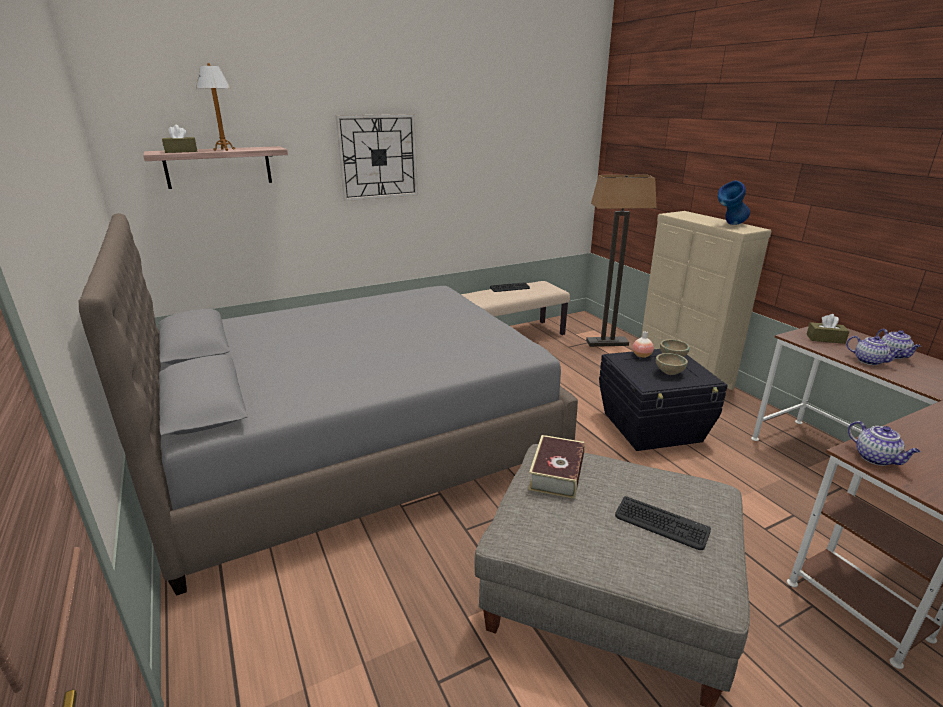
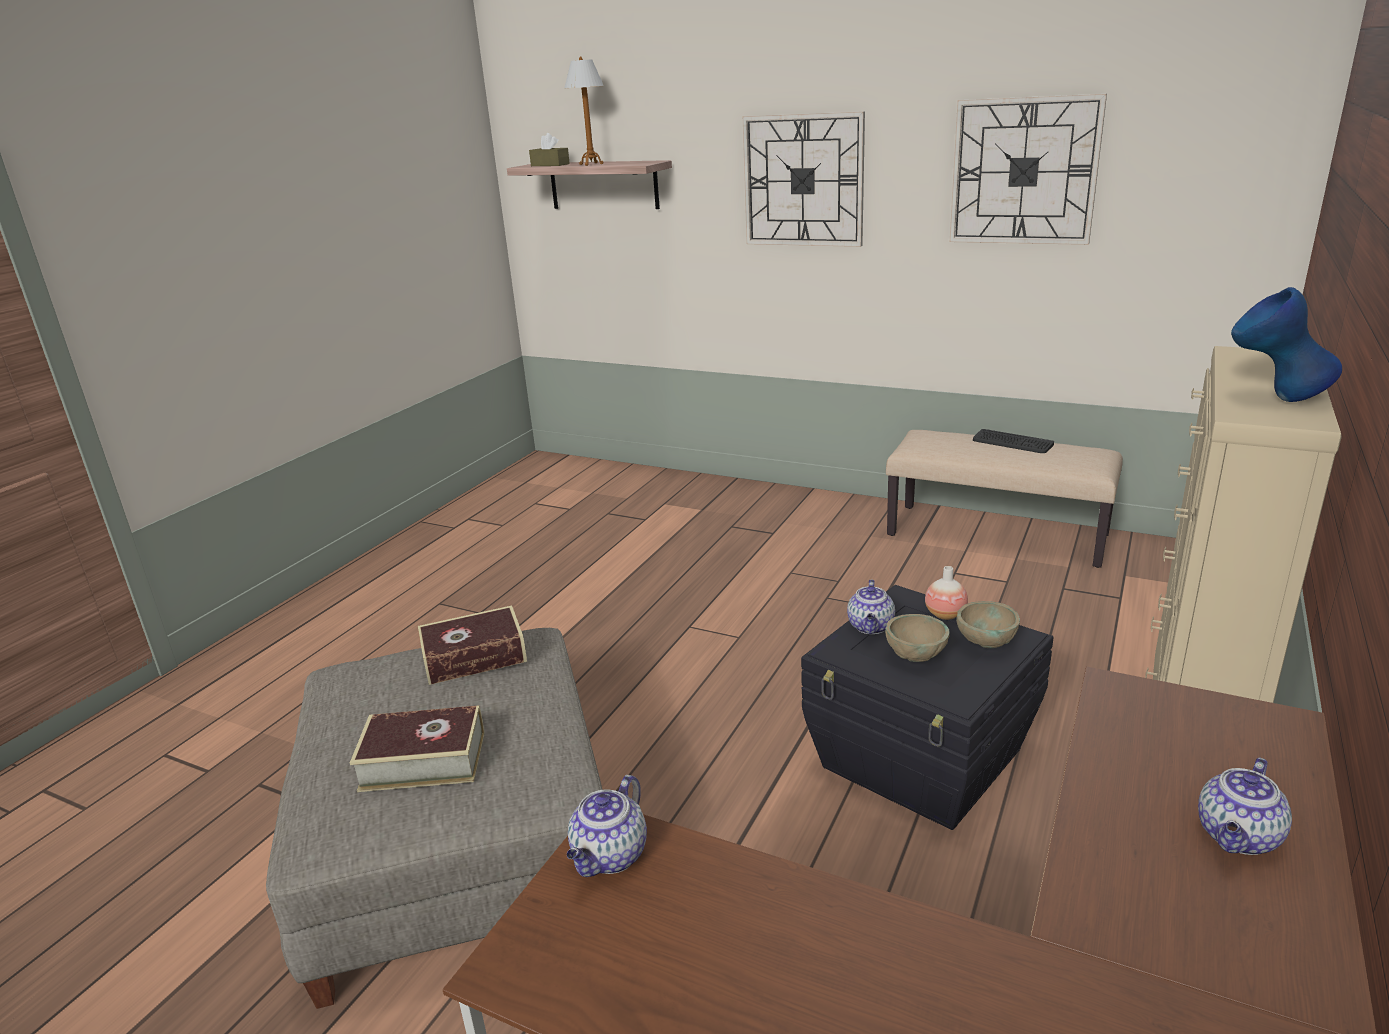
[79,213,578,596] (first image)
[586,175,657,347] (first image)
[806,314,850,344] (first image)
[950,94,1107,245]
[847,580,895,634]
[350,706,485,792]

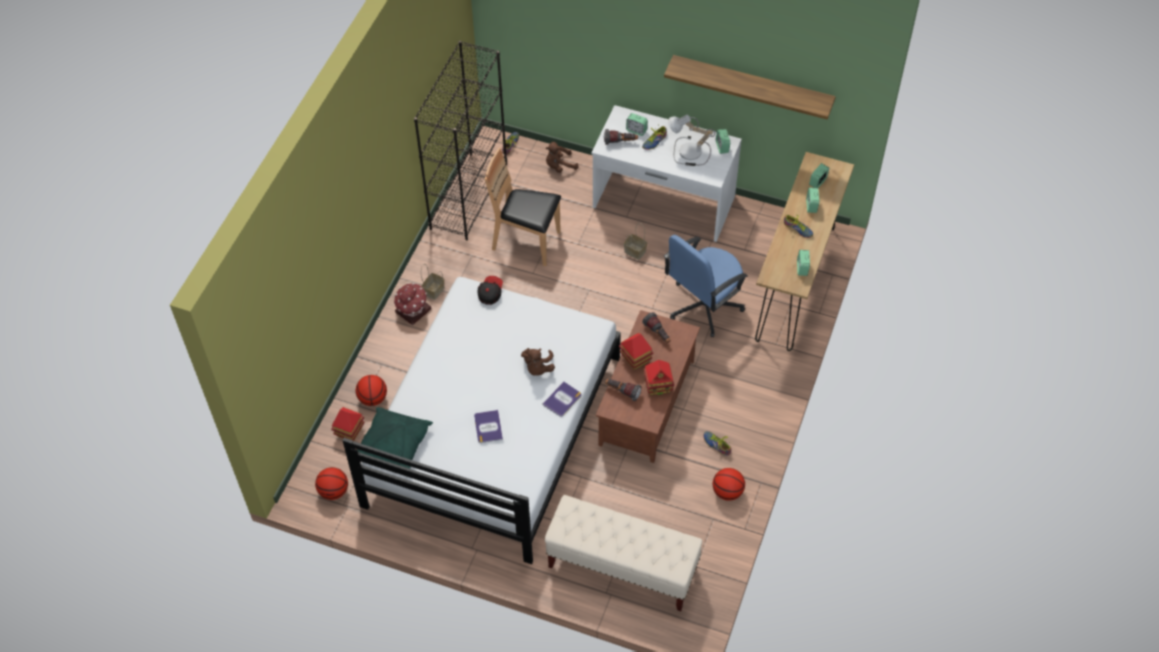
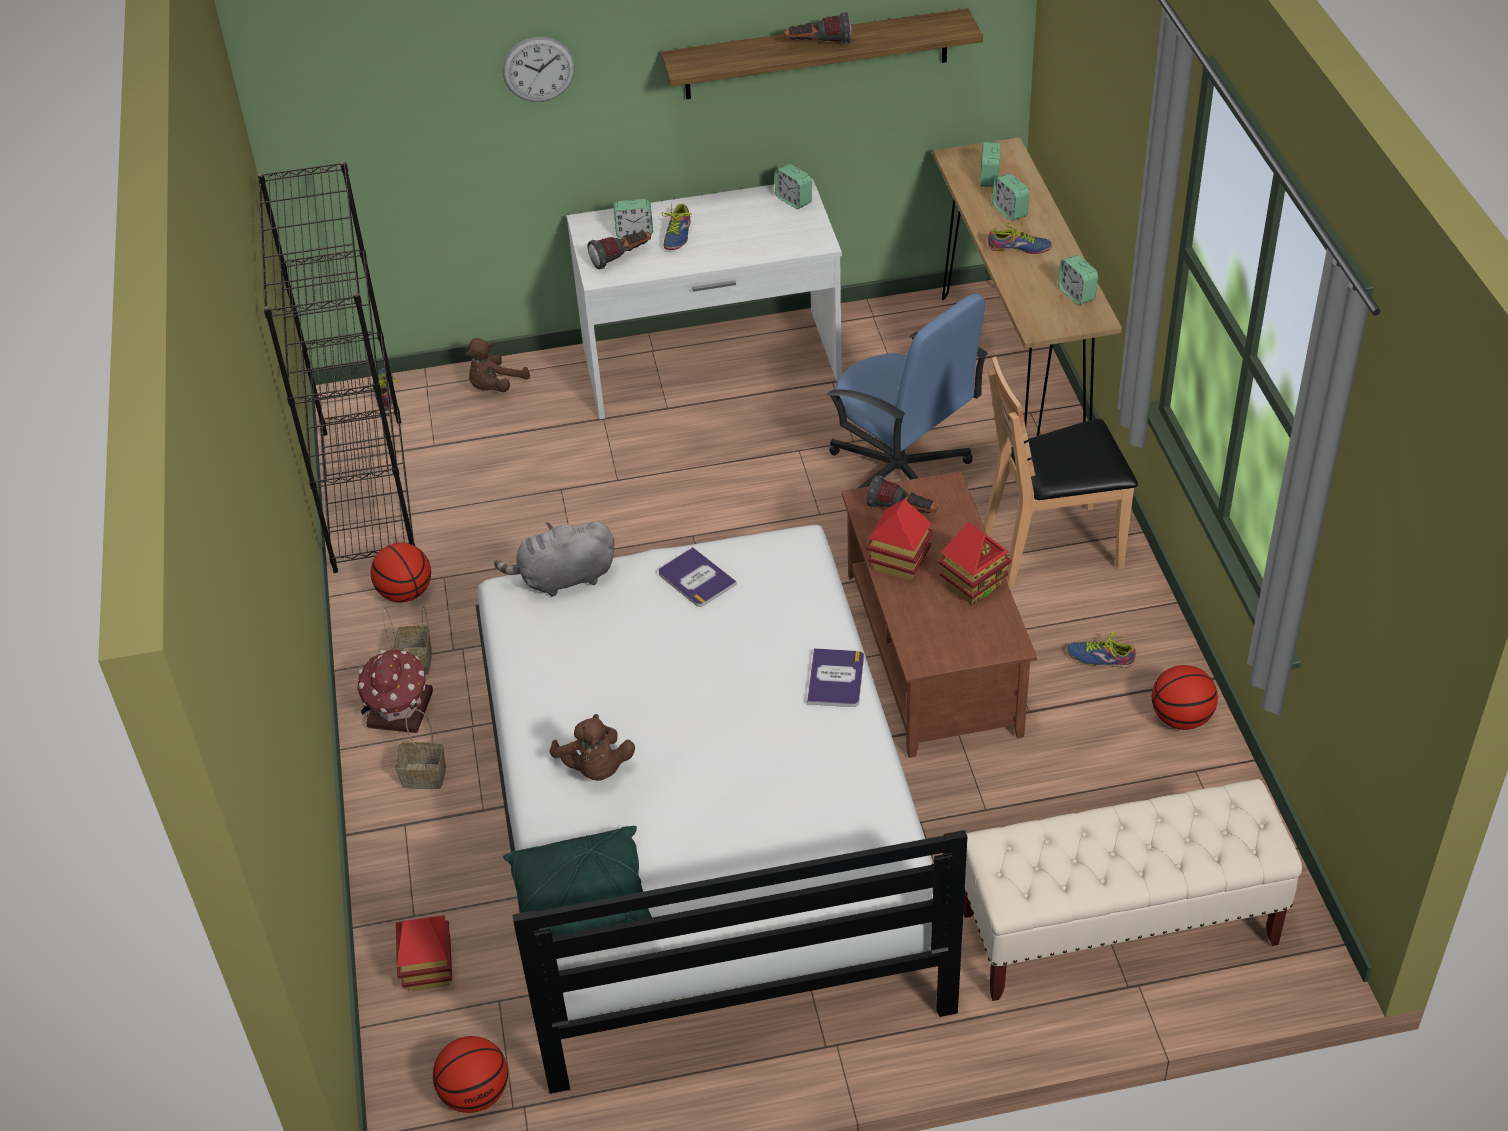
[668,115,715,166] (first image)
[503,37,575,102]
[371,543,431,602]
[659,547,737,607]
[983,356,1138,587]
[550,714,635,781]
[784,13,852,44]
[395,709,446,789]
[494,521,615,597]
[827,293,988,488]

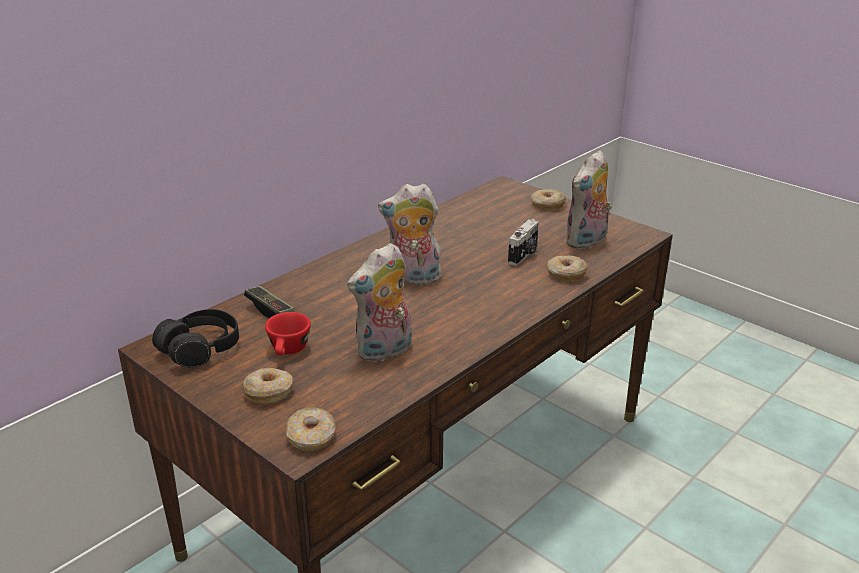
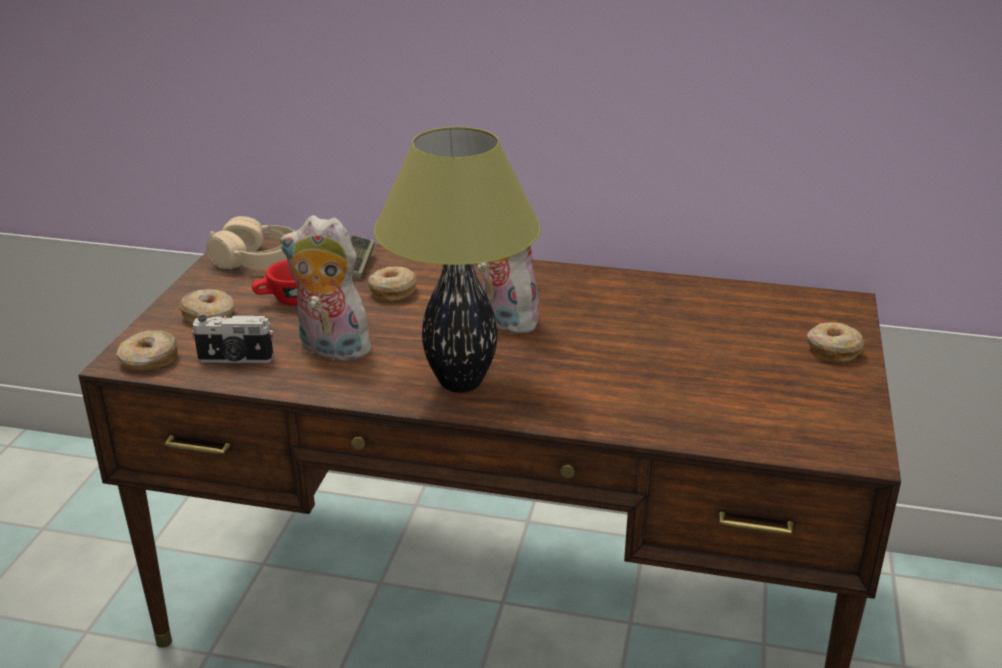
[565,150,612,250] (first image)
[374,127,541,393]
[192,315,274,363]
[368,267,416,301]
[207,216,295,270]

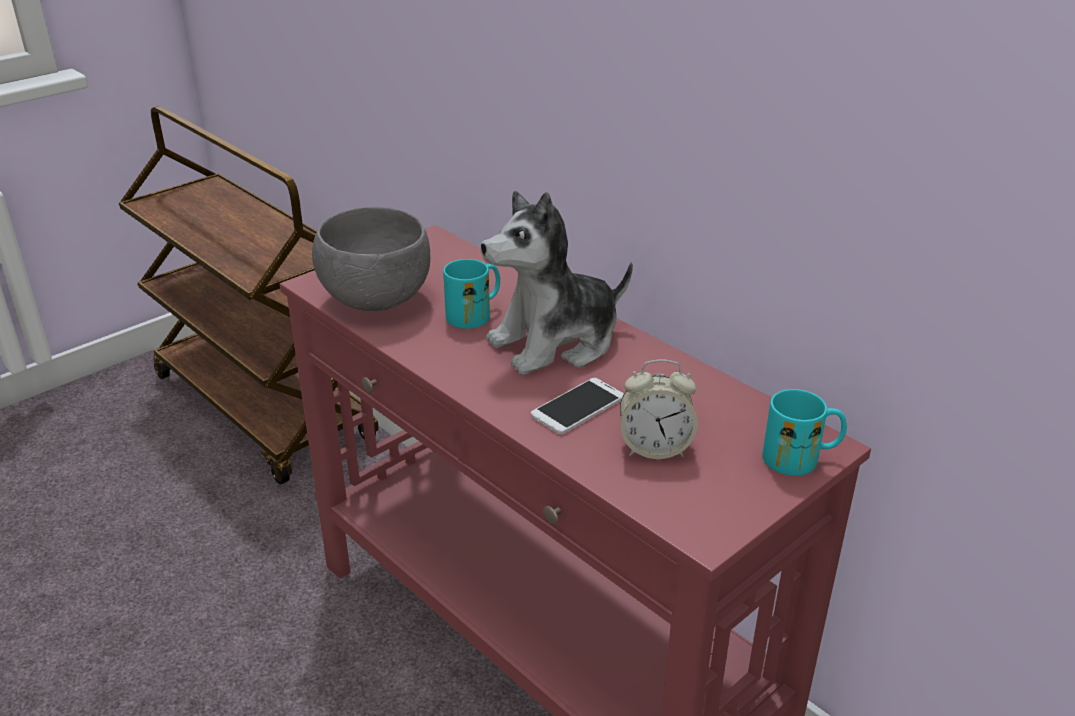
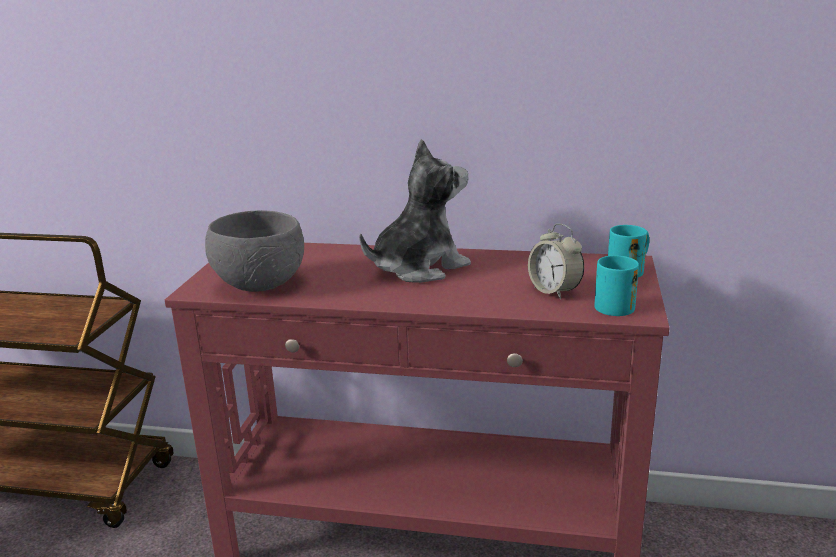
[531,378,624,434] (first image)
[594,255,639,316]
[359,139,471,283]
[528,223,584,299]

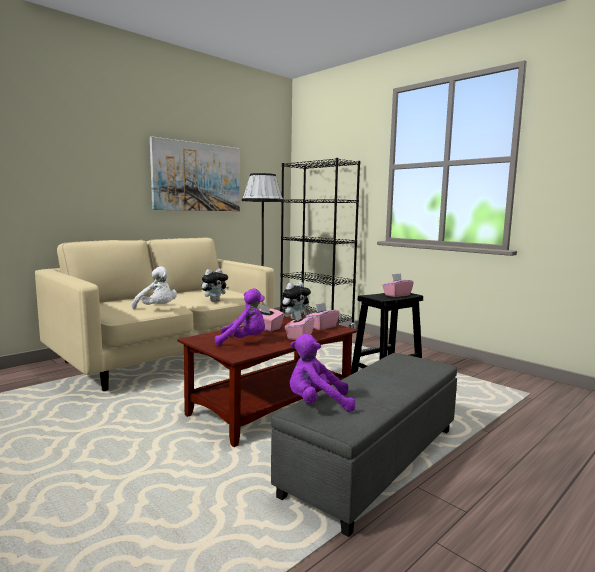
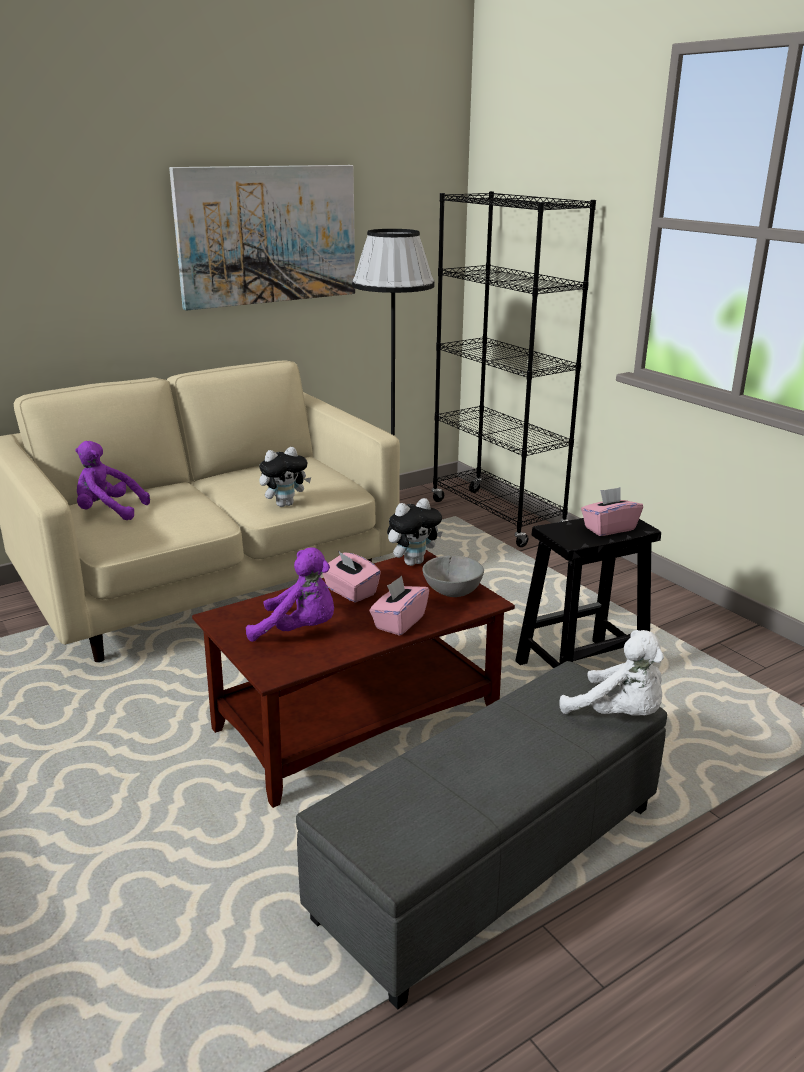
[559,630,664,716]
[75,441,150,520]
[423,555,484,597]

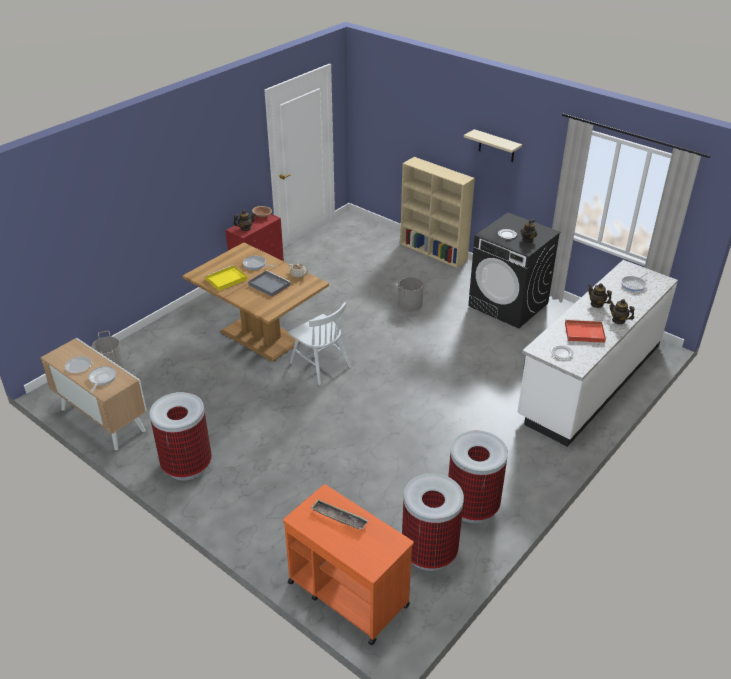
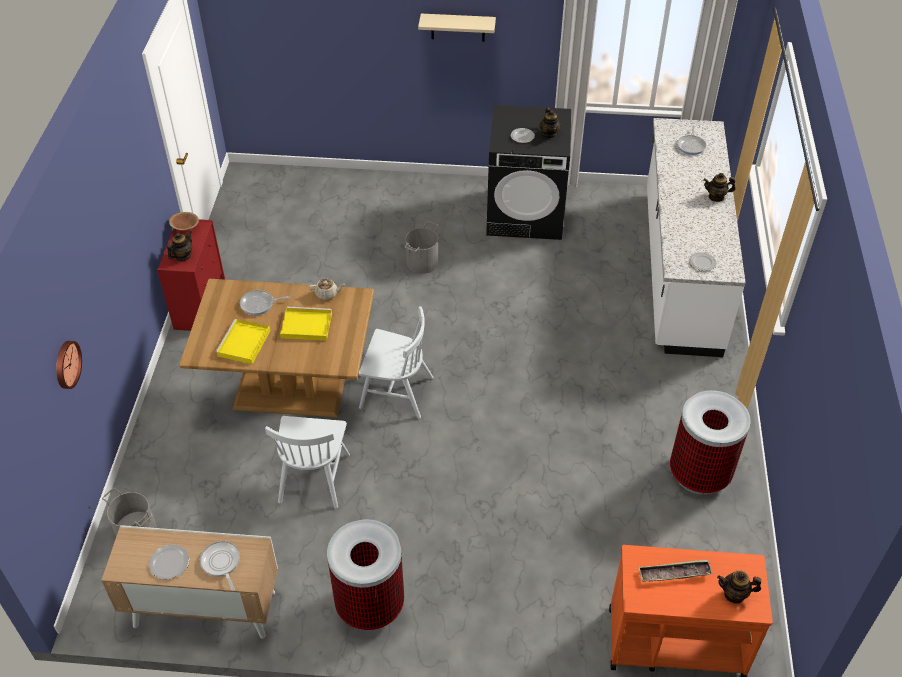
[400,157,475,268] (first image)
[402,473,464,571] (first image)
[565,319,606,343] (first image)
[56,341,82,389]
[265,416,350,509]
[717,570,761,604]
[280,307,332,340]

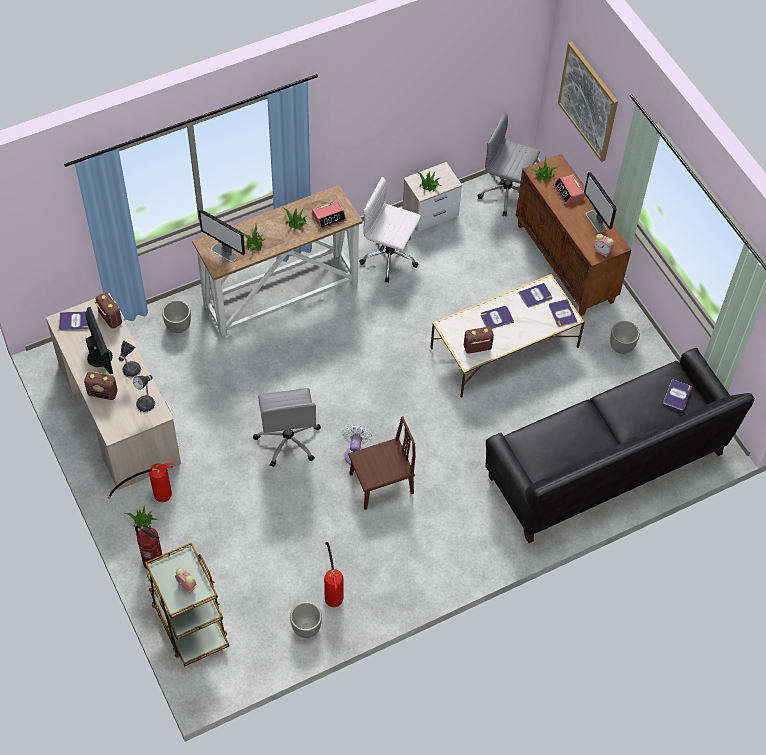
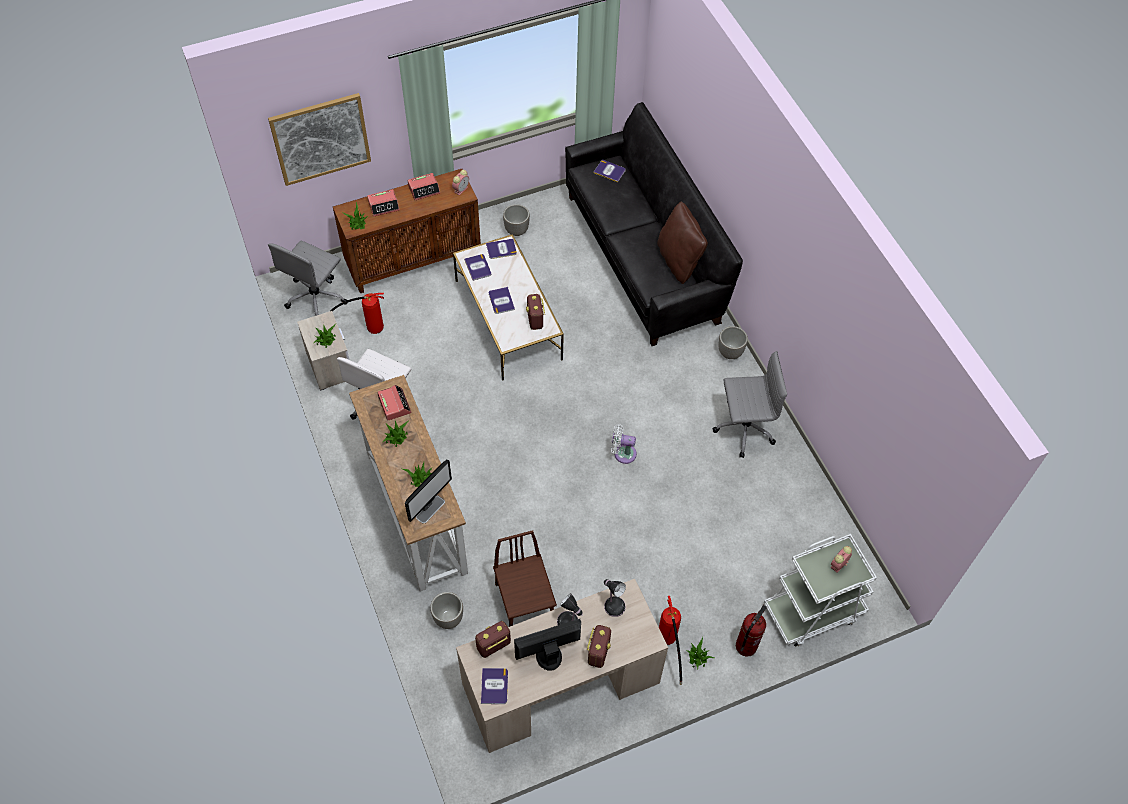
[657,201,708,284]
[713,351,787,458]
[719,326,748,359]
[330,293,384,334]
[493,530,557,627]
[408,173,440,200]
[764,534,877,647]

